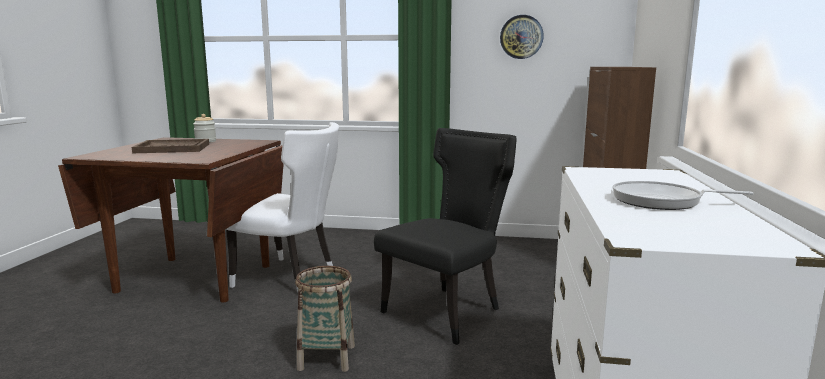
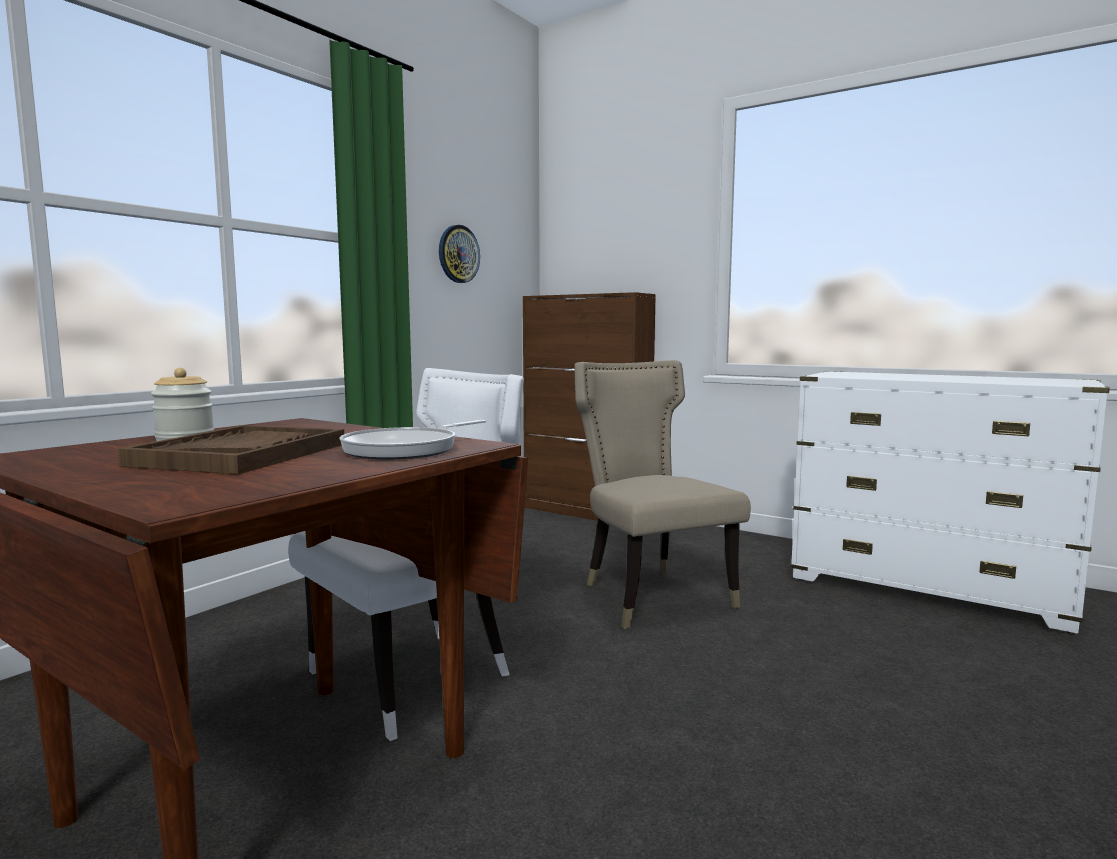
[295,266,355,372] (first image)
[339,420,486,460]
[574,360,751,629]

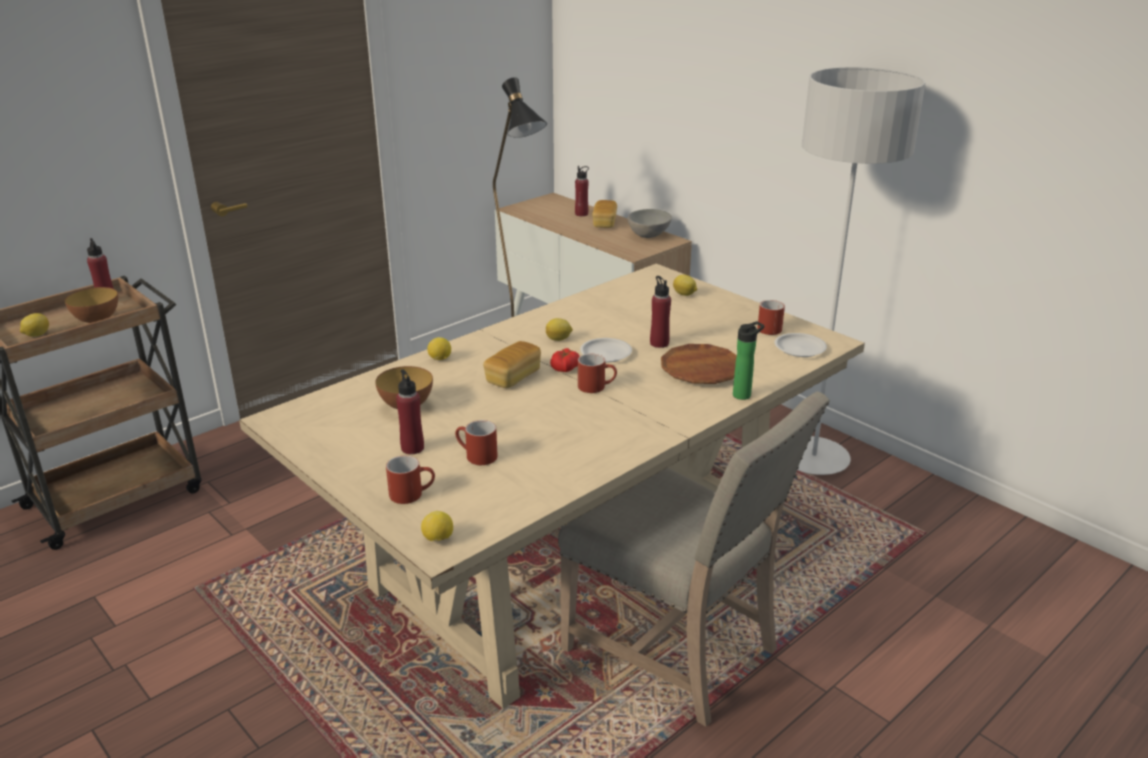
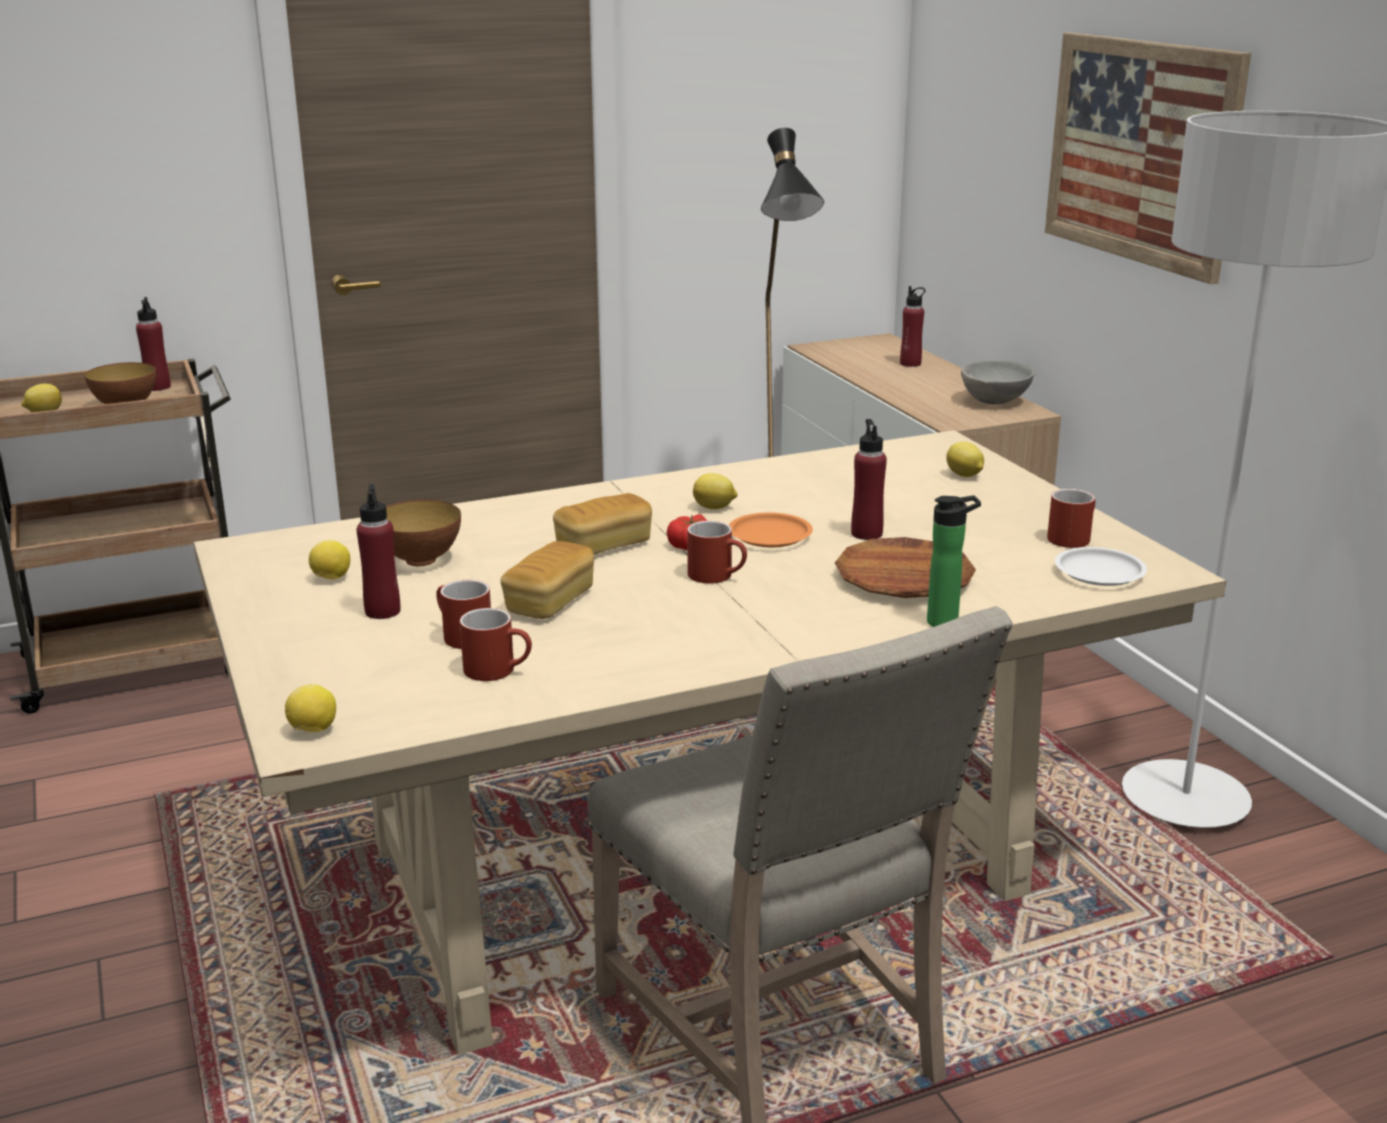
[1045,32,1251,284]
[460,608,532,681]
[309,540,350,580]
[500,541,594,619]
[729,512,813,547]

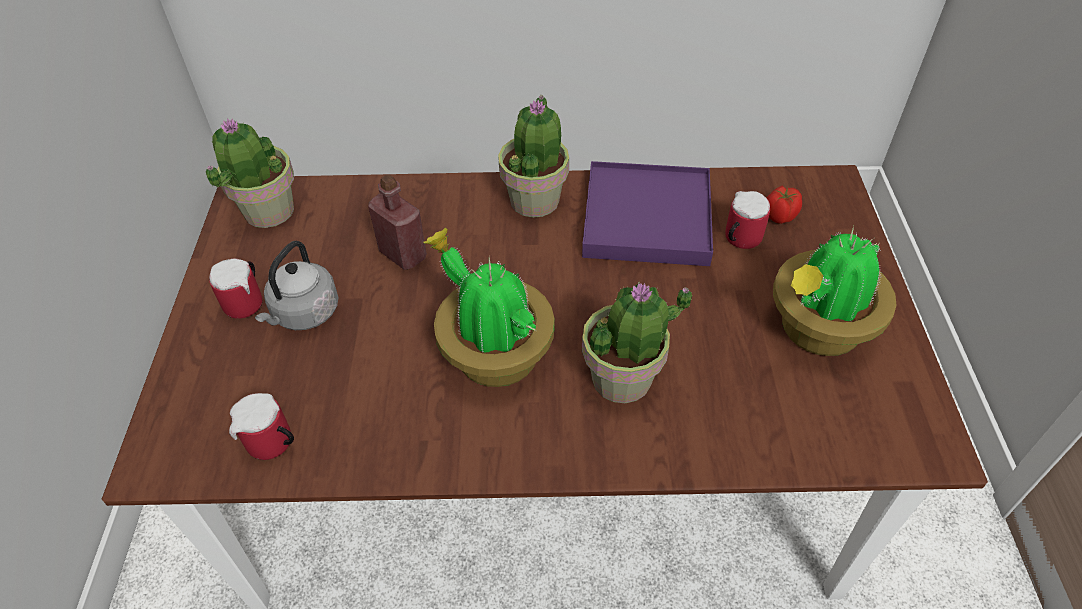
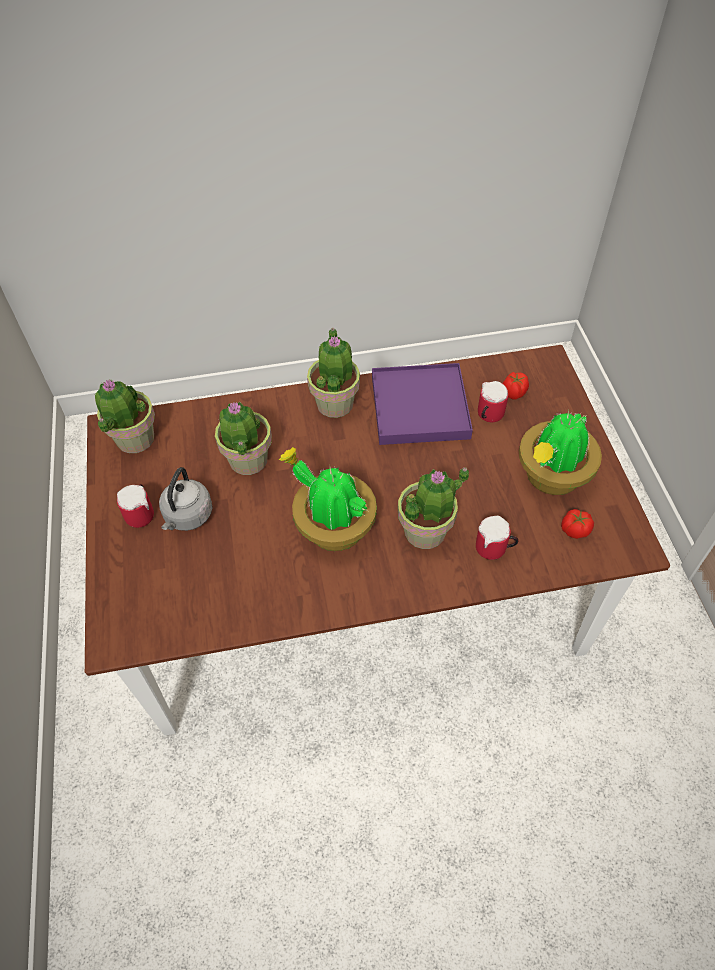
[561,509,594,539]
[476,516,519,560]
[215,402,272,475]

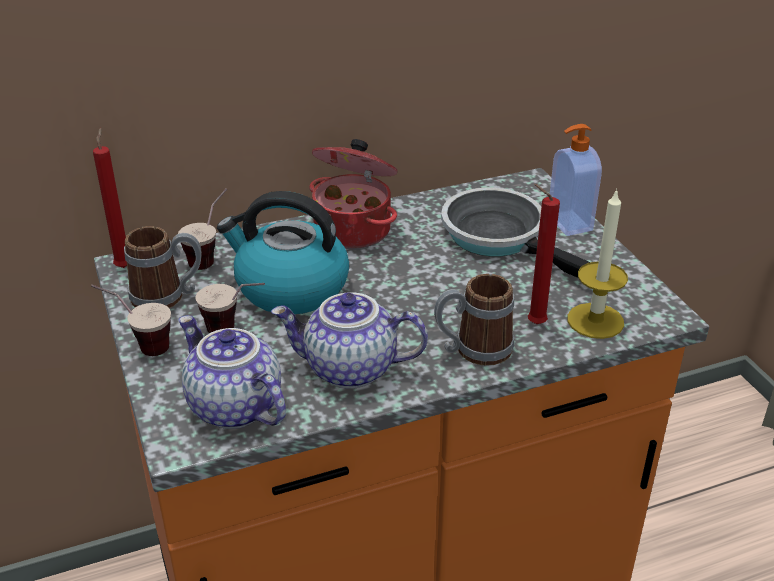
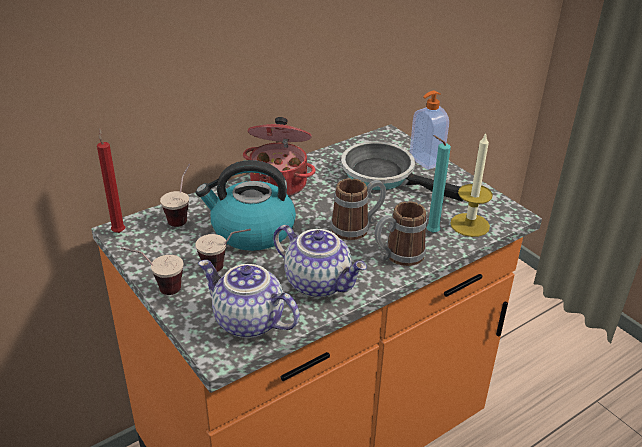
[330,178,386,240]
[427,135,451,233]
[273,225,367,298]

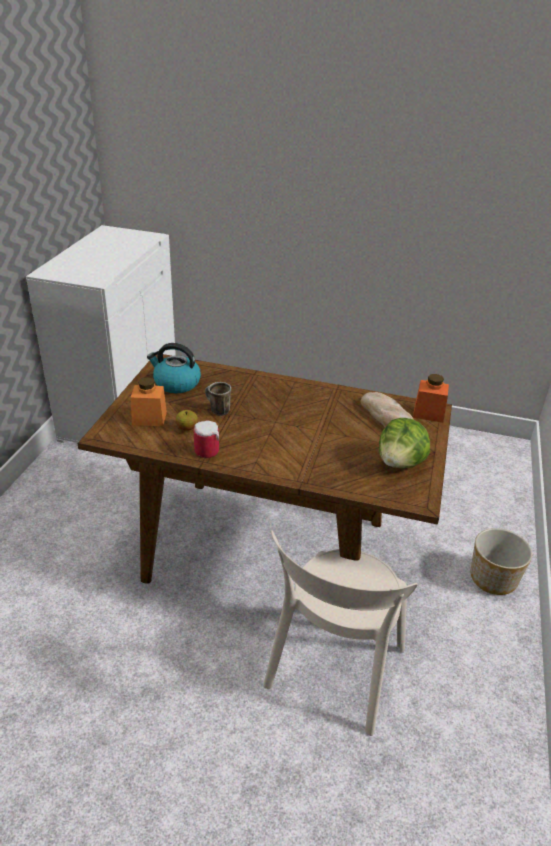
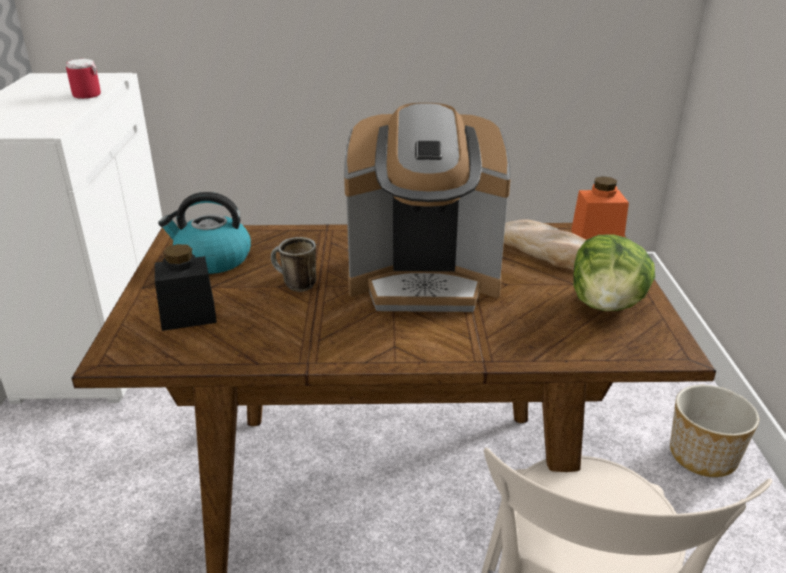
[176,410,198,431] (first image)
[344,103,511,312]
[66,59,101,99]
[155,244,217,331]

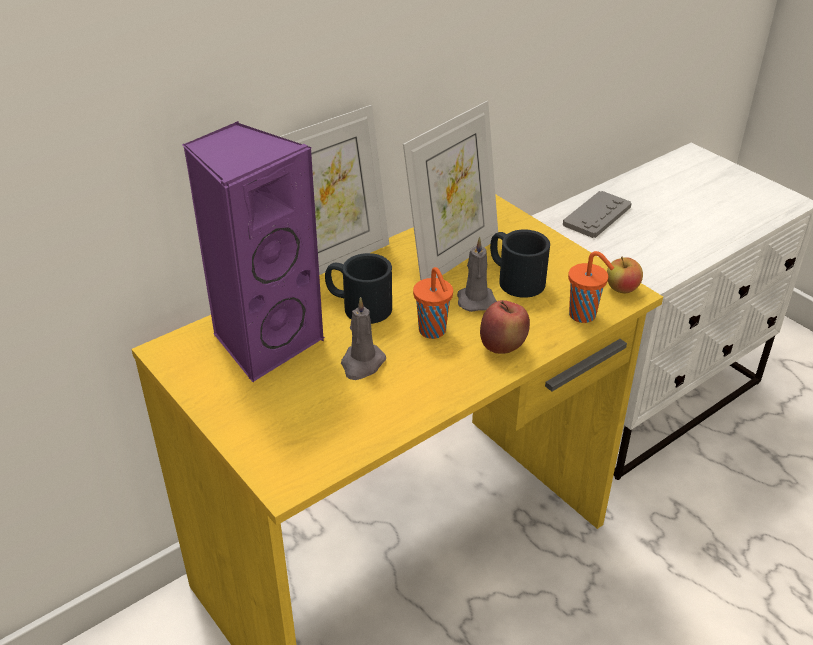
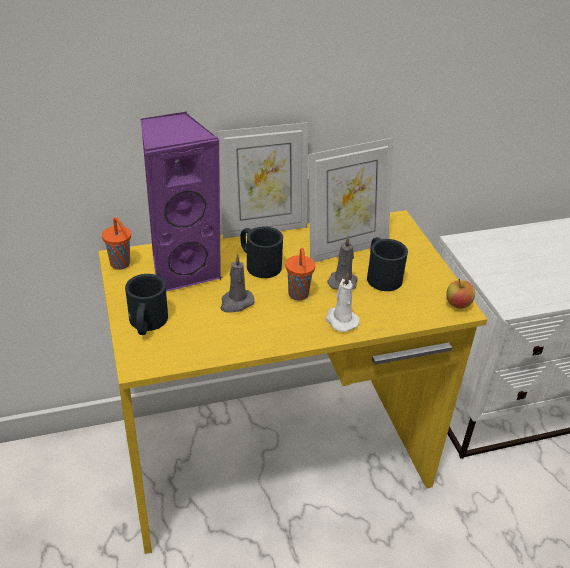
[563,191,632,238] (first image)
[125,274,168,335]
[102,217,131,270]
[326,273,360,332]

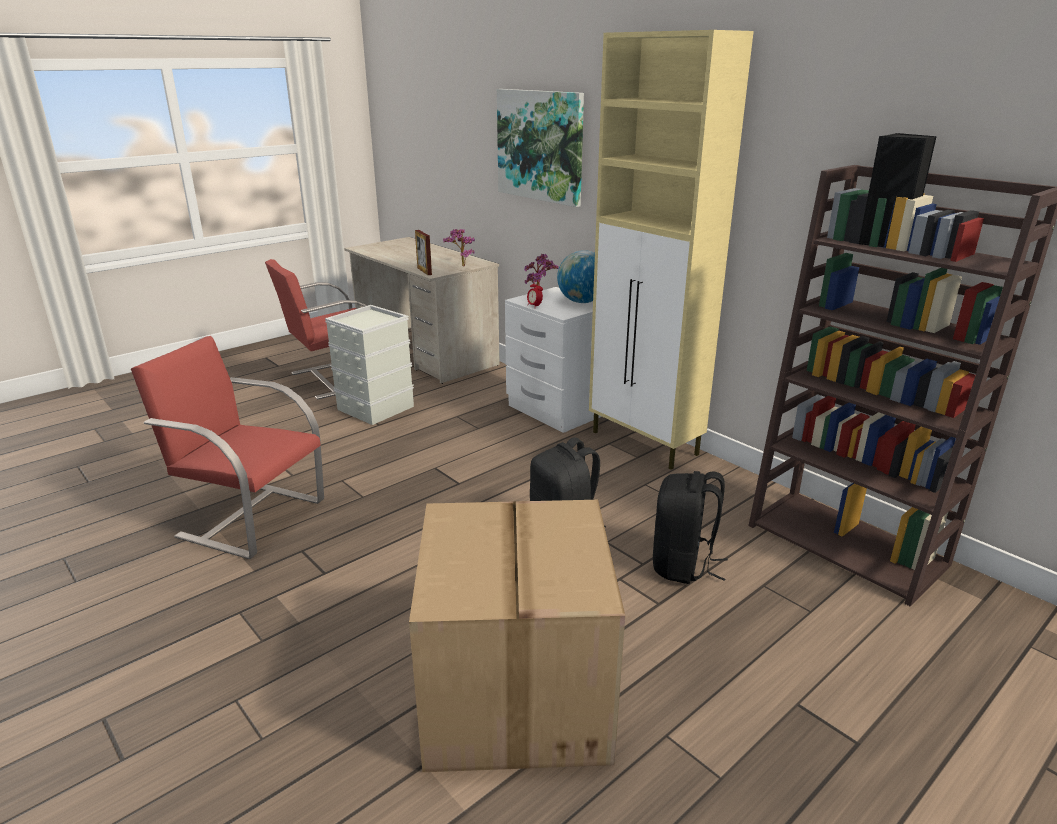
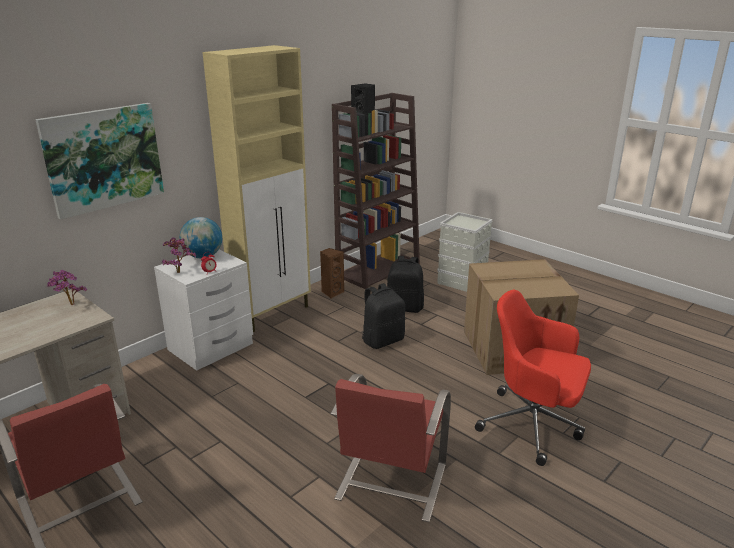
[415,230,432,275] (first image)
[320,248,344,298]
[475,290,591,466]
[437,212,493,292]

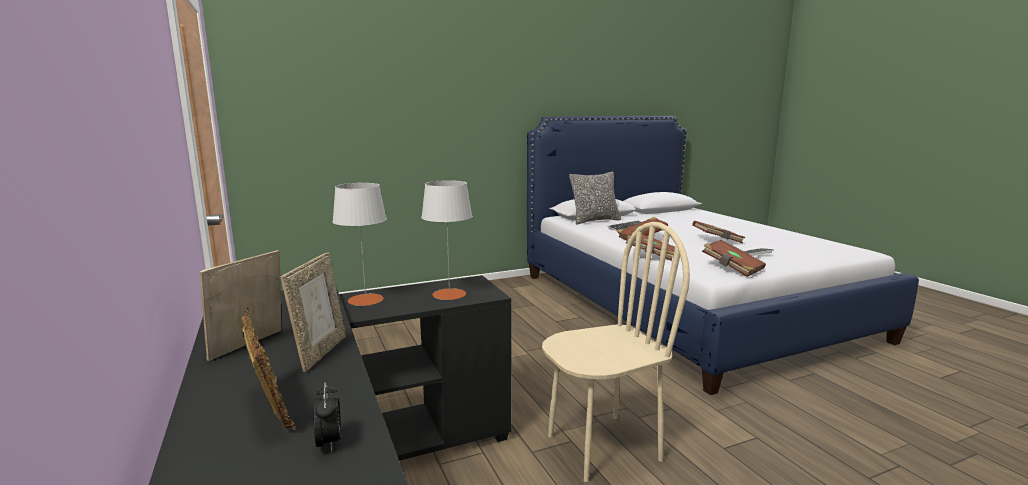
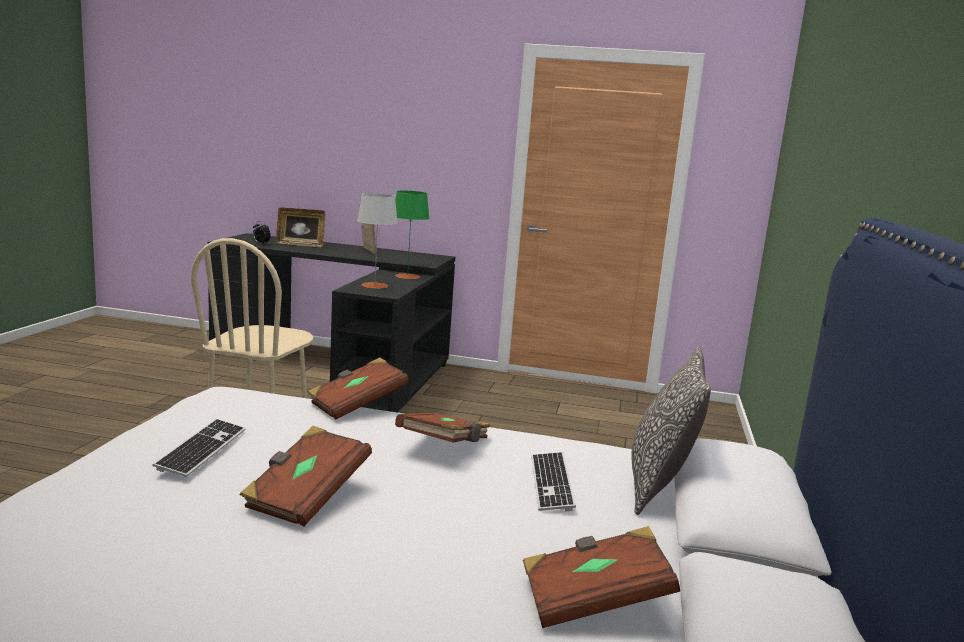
[281,252,346,372] (first image)
[523,526,680,628]
[395,190,430,279]

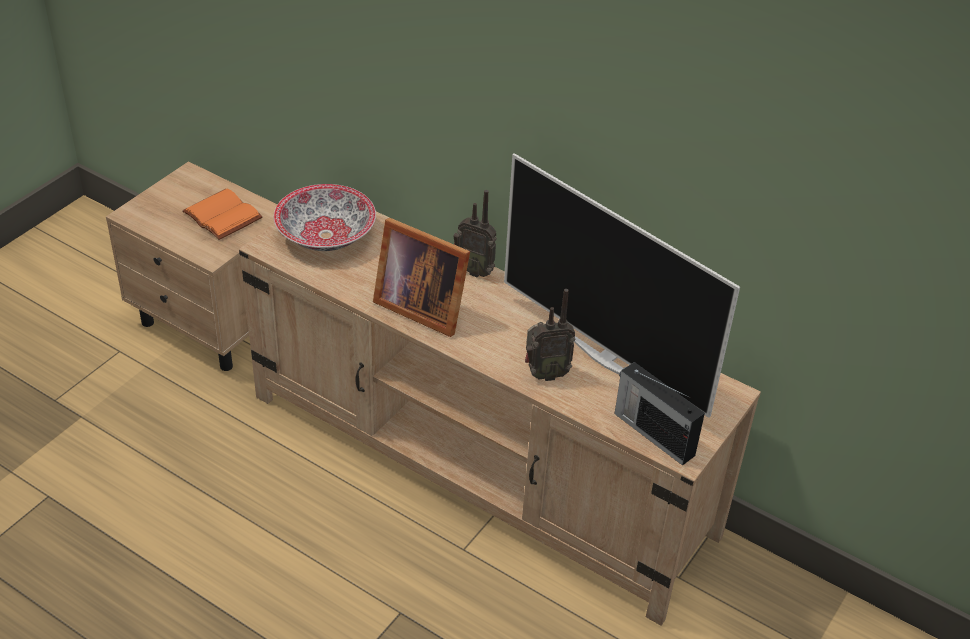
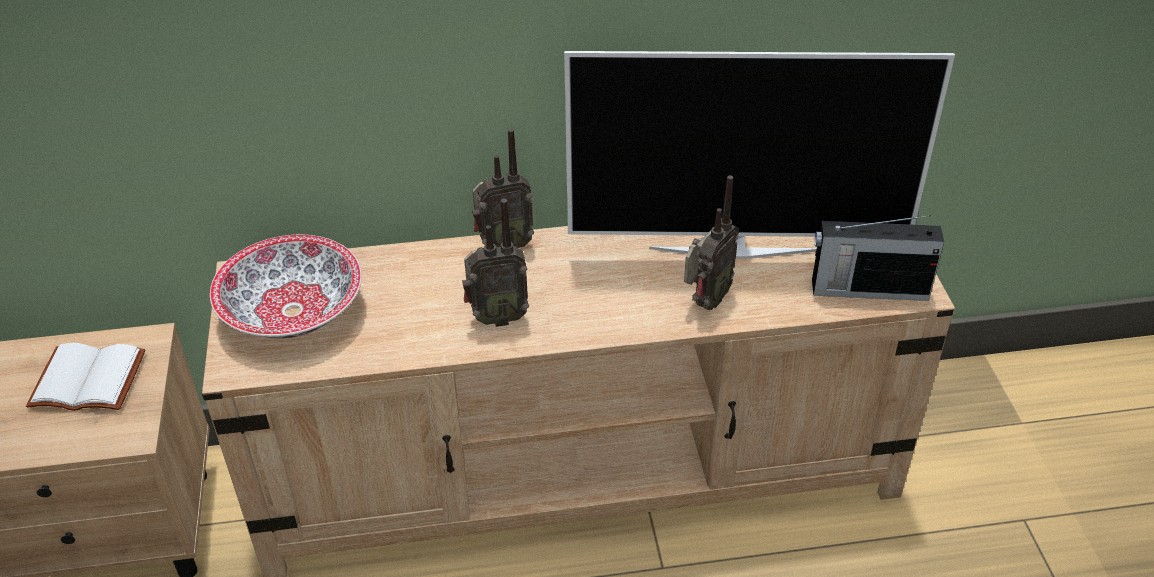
[462,199,529,327]
[26,343,145,411]

